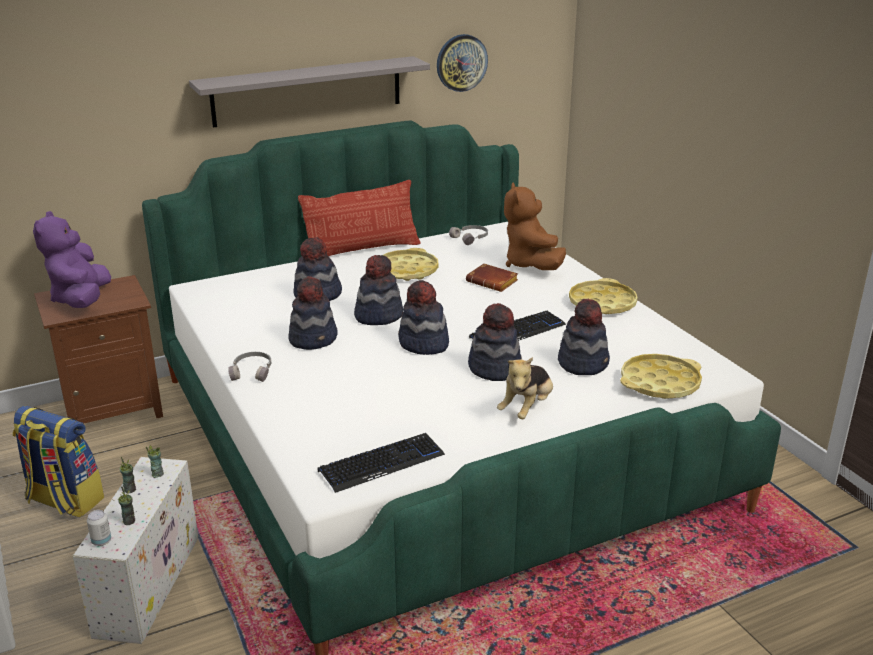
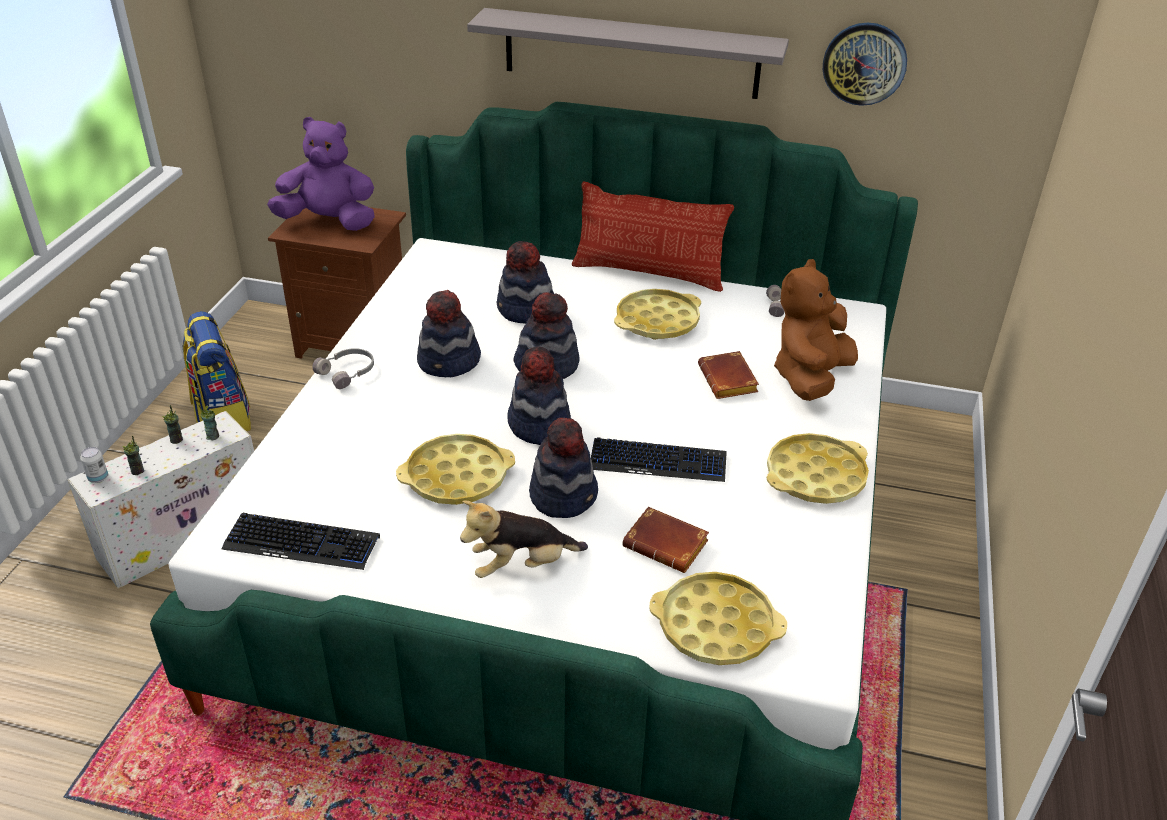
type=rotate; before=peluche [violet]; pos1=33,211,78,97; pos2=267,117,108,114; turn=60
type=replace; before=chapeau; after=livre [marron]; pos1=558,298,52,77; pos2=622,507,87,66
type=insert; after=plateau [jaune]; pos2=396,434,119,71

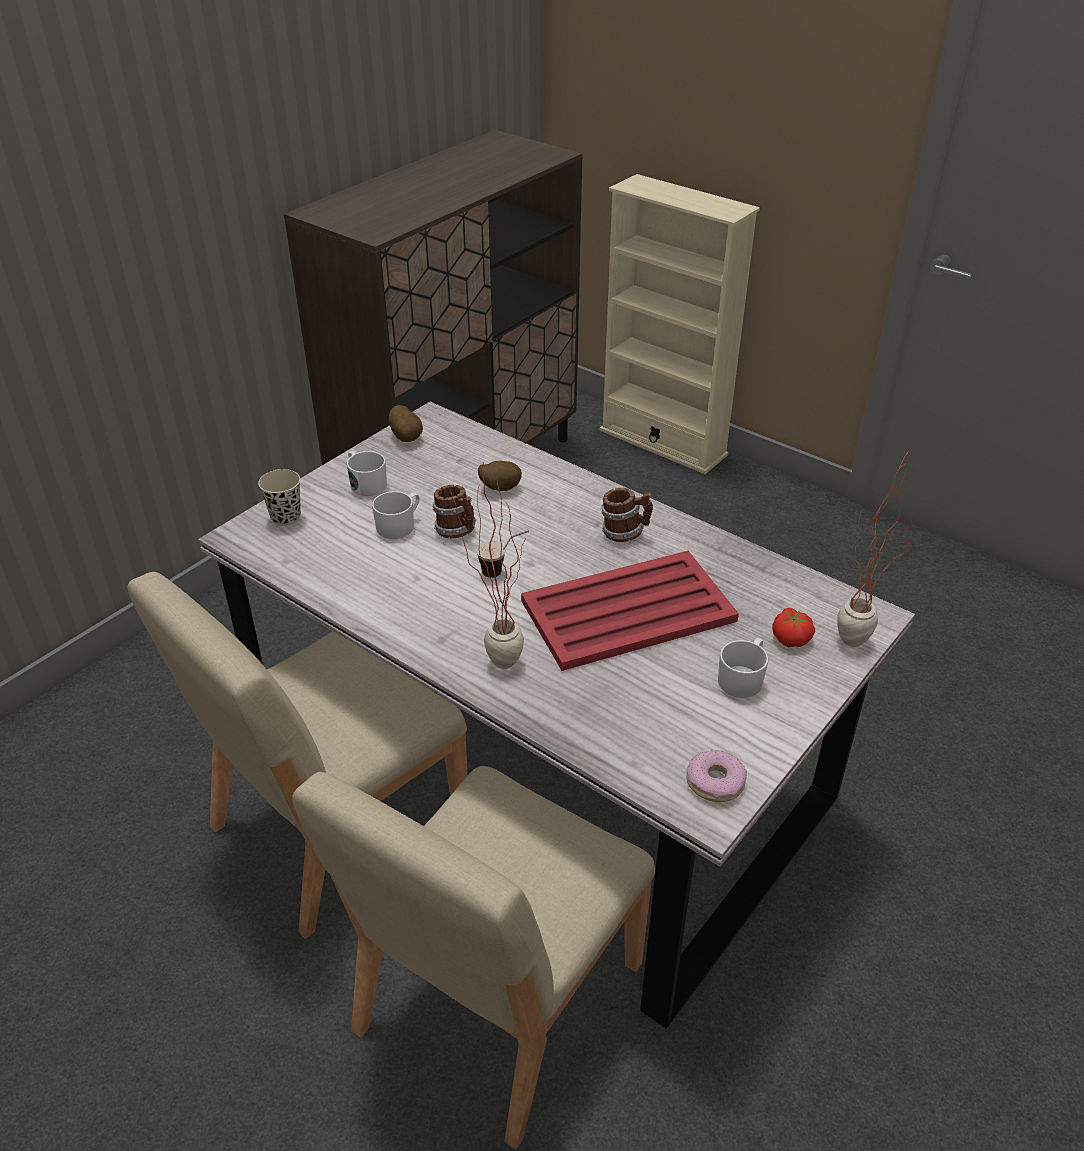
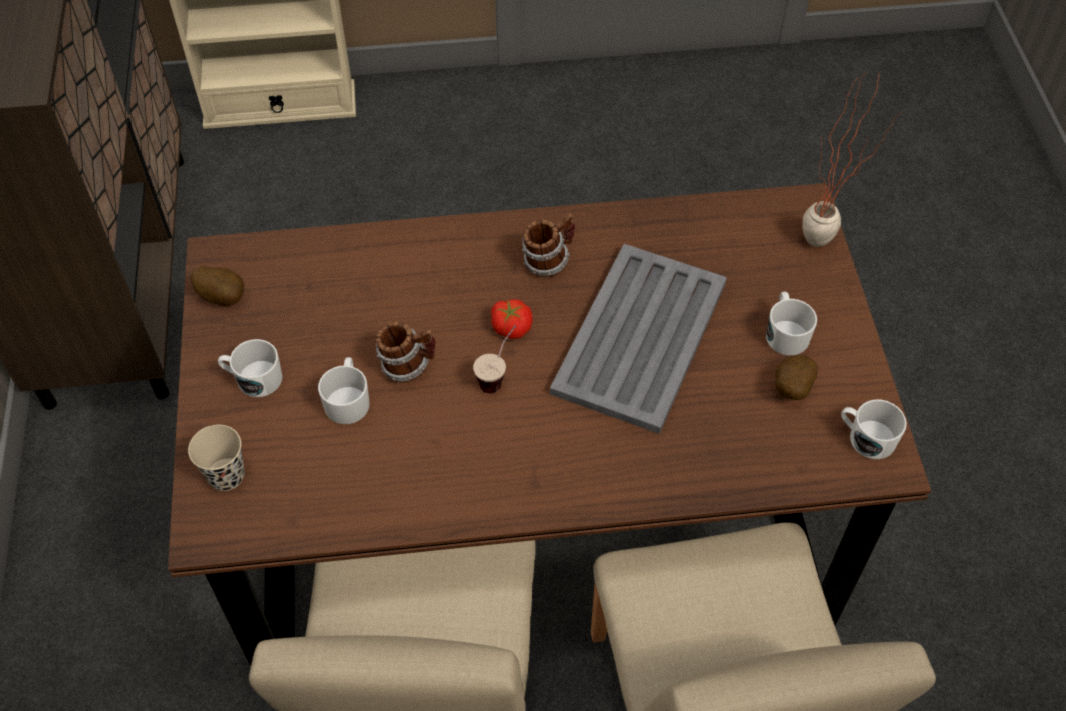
type=recolor; before=table à manger [gris]; after=table à manger [marron]; pos1=198,402,717,627; pos2=168,183,763,483
type=delete; before=plante en pot; pos1=450,464,76,205
type=move; before=pomme de terre; pos1=478,461,44,30; pos2=775,355,43,45
type=recolor; before=plateau [rouge]; after=plateau [gris]; pos1=521,551,218,120; pos2=550,244,177,190
type=replace; before=beignet; after=mug [blanc]; pos1=686,749,61,53; pos2=841,400,66,59
type=move; before=tomate; pos1=773,608,42,39; pos2=491,299,41,40

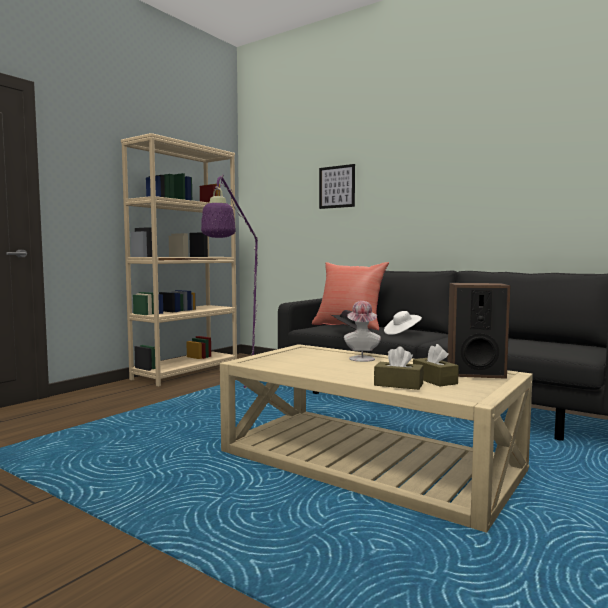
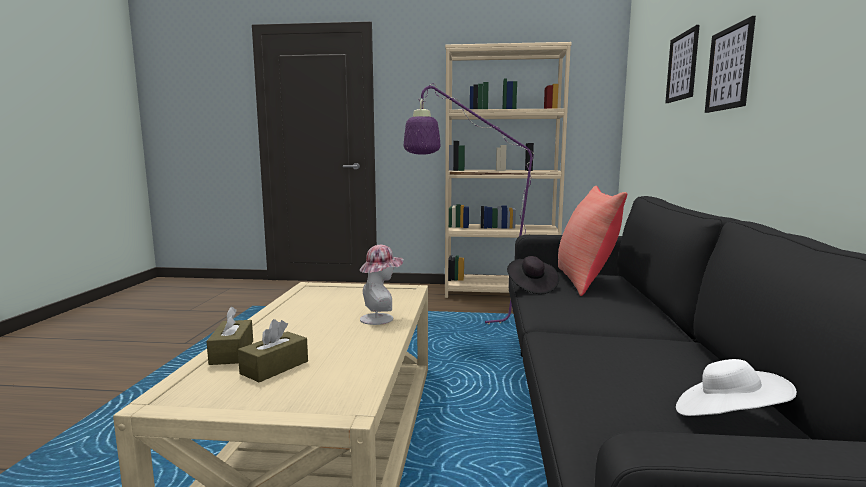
type=move; before=chapeau [blanc]; pos1=384,311,38,24; pos2=676,359,121,57
type=delete; before=enceinte; pos1=447,283,63,96
type=insert; after=tableau; pos2=705,16,51,97

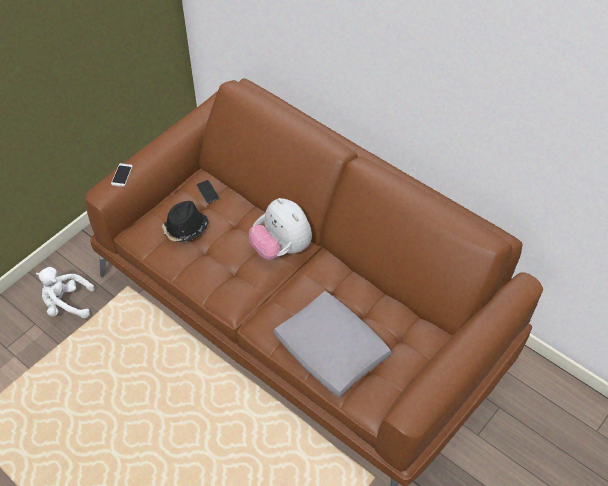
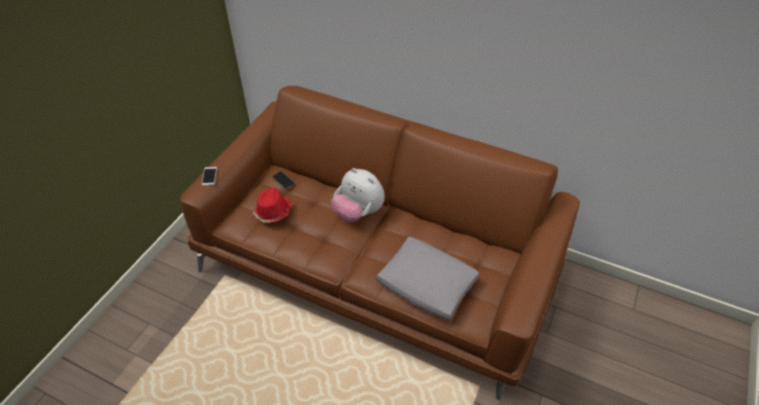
type=delete; before=peluche [blanc]; pos1=36,267,59,51
type=recolor; before=chapeau [noir]; after=chapeau [rouge]; pos1=162,201,47,41; pos2=253,187,39,36

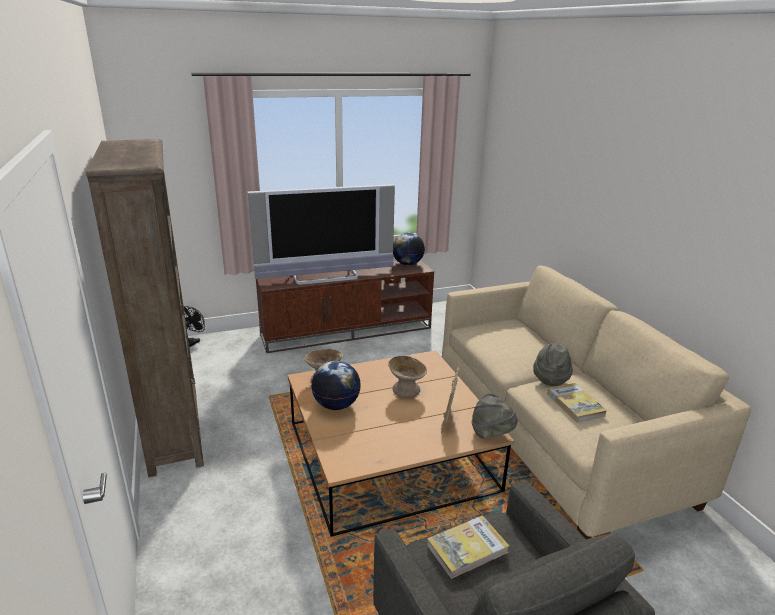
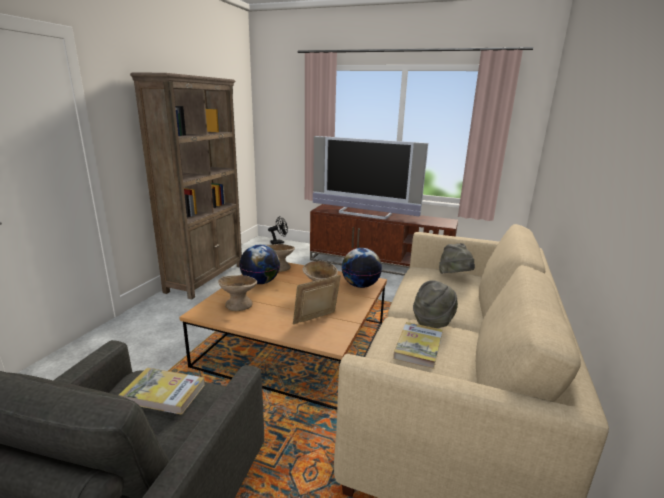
type=move; before=globe; pos1=393,232,32,33; pos2=342,248,40,40
type=move; before=chapeau [gris]; pos1=471,393,47,45; pos2=439,243,36,31
type=insert; after=bol [beige]; pos2=218,275,39,36

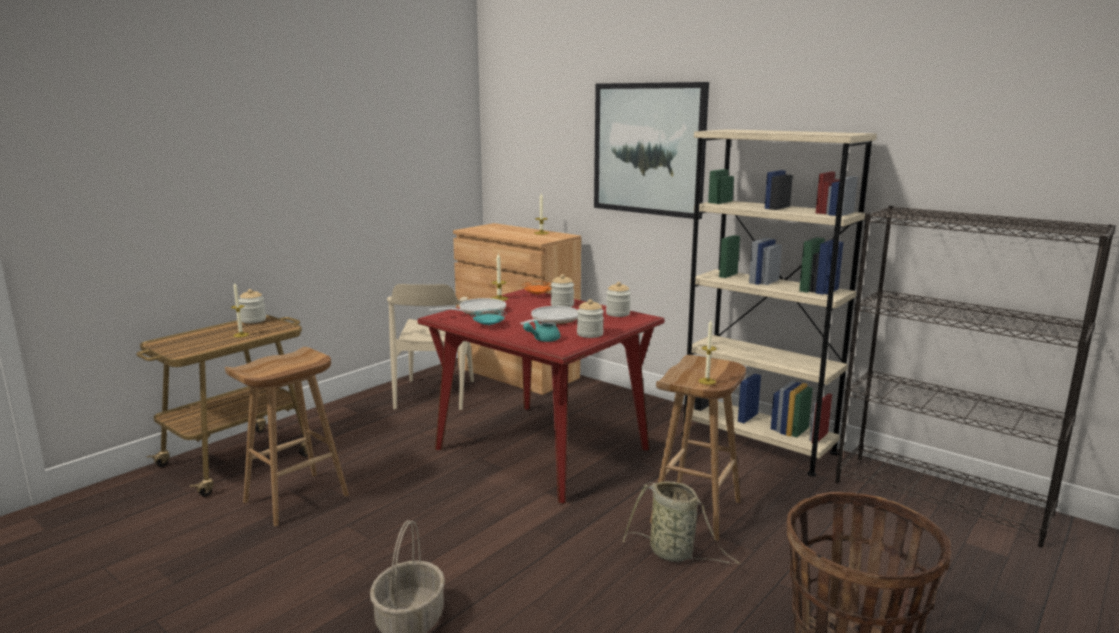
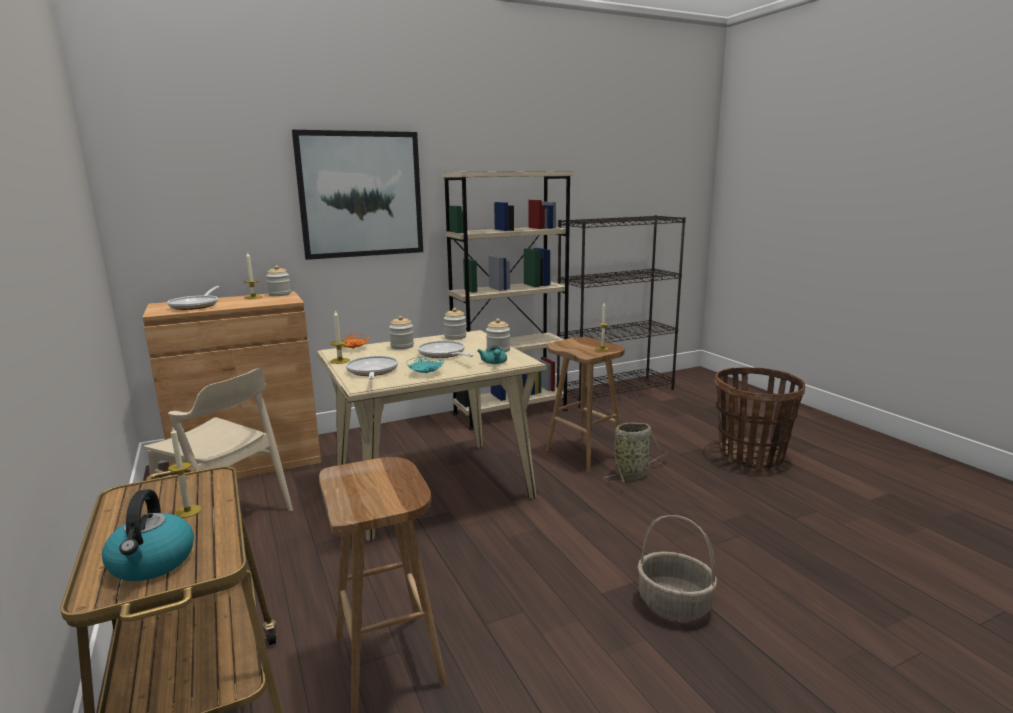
type=move; before=bocal; pos1=239,289,27,34; pos2=266,265,25,31
type=recolor; before=table à manger [rouge]; after=table à manger [beige]; pos1=418,289,246,214; pos2=317,330,230,211
type=insert; after=bouilloire; pos2=102,489,92,92
type=insert; after=poêle; pos2=167,286,52,24

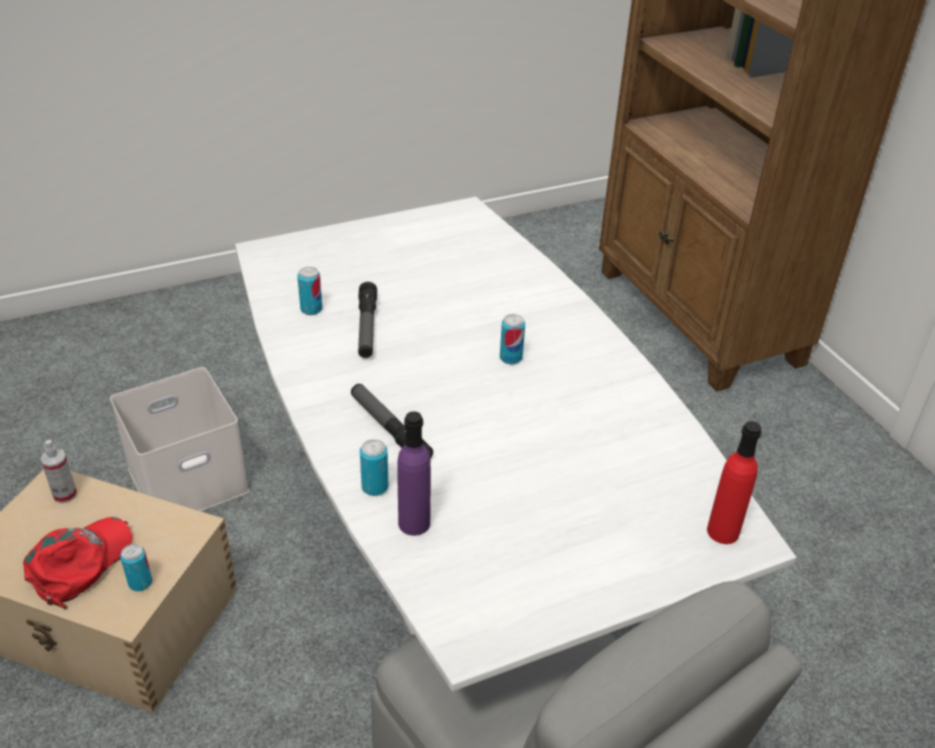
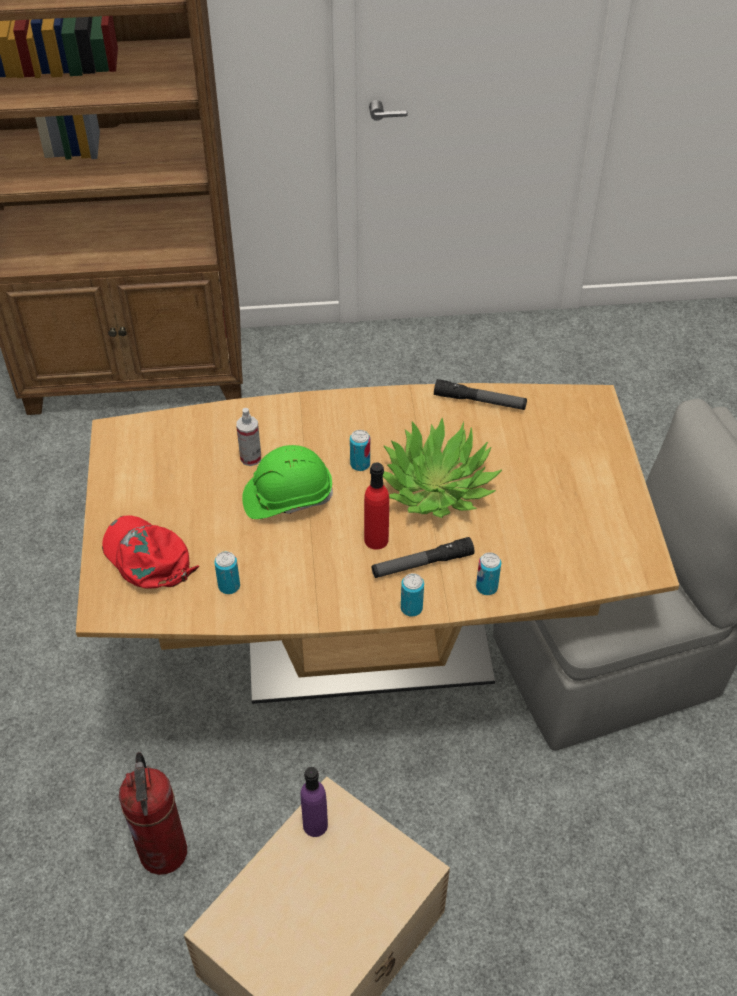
type=move; before=casquette [rouge]; pos1=23,517,109,92; pos2=102,516,97,73
type=move; before=vaporisateur; pos1=40,439,37,65; pos2=236,408,25,58
type=replace; before=boîte de rangement [blanc]; after=extincteur; pos1=110,367,139,144; pos2=119,752,68,123
type=move; before=boîte métallique; pos1=120,544,32,47; pos2=401,573,23,44
type=recolor; before=table à manger [blanc]; after=table à manger [marron]; pos1=235,197,561,494; pos2=76,383,603,321
type=move; before=lampe de poche; pos1=358,282,19,76; pos2=434,379,93,31
type=move; before=bouteille [violet]; pos1=397,411,34,125; pos2=300,767,28,70
type=move; before=bouteille [rouge]; pos1=707,421,55,123; pos2=364,462,25,88
type=insert; after=casque de chantier [vert]; pos2=242,445,91,74
type=insert; after=plante en pot; pos2=383,417,119,101

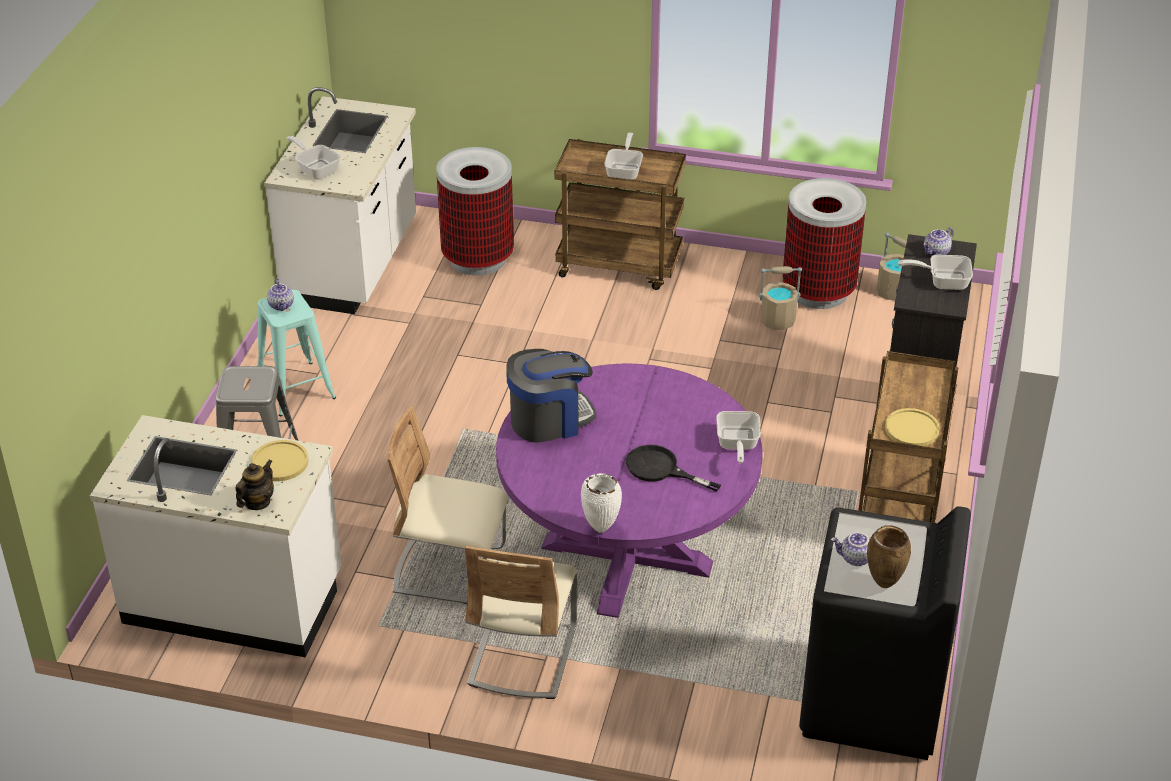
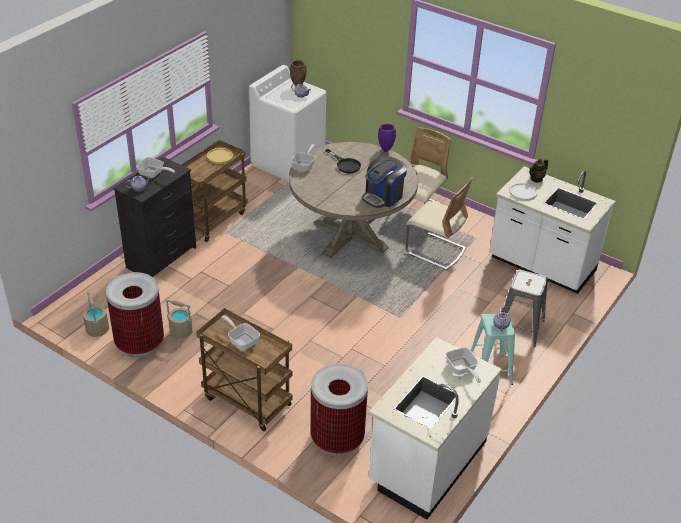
type=recolor; before=assiette [jaune]; after=assiette [blanc]; pos1=251,440,58,41; pos2=509,183,28,18
type=recolor; before=table à manger [violet]; after=table à manger [beige]; pos1=496,364,267,254; pos2=289,142,129,116
type=rotate; before=machine à café; pos1=506,349,90,94; pos2=362,156,45,52; turn=-45
type=recolor; before=vase [blanc]; after=vase [violet]; pos1=581,473,41,60; pos2=378,124,18,28
type=rotate; before=poêle; pos1=604,133,39,47; pos2=222,315,38,35; turn=105
type=recolor; before=lave-linge [noir]; after=lave-linge [blanc]; pos1=799,506,172,254; pos2=249,65,77,116

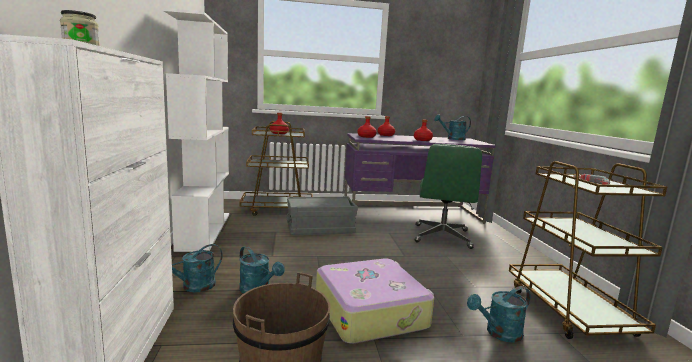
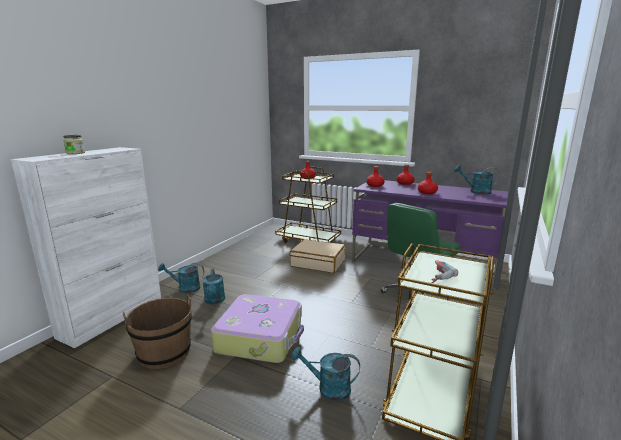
type=delete; before=bibliothèque [blanc]; pos1=163,8,66,244
type=replace; before=boîte de rangement [gris]; after=valise [beige]; pos1=287,196,71,39; pos2=290,239,56,34

